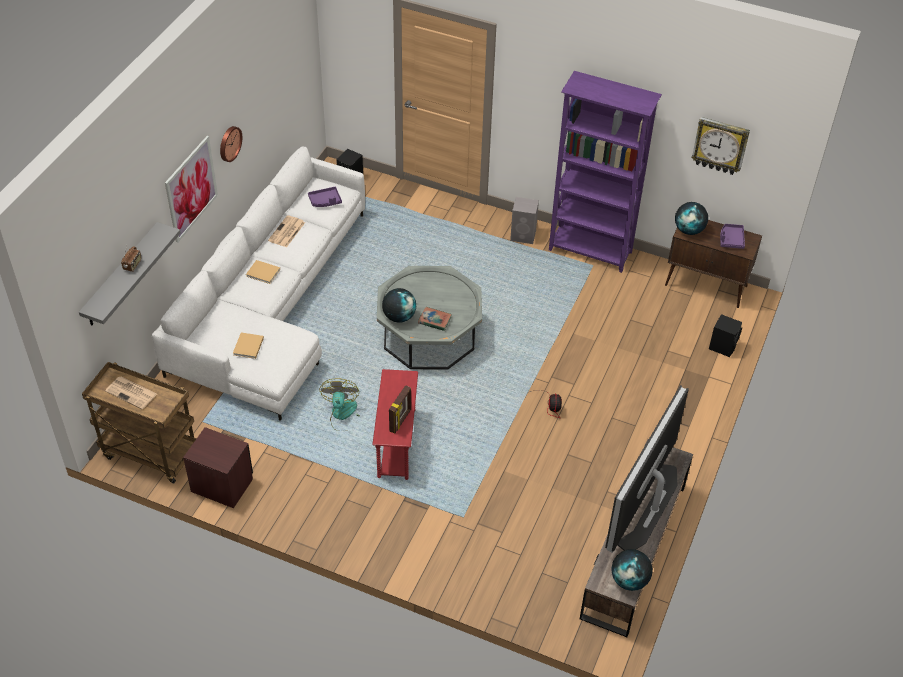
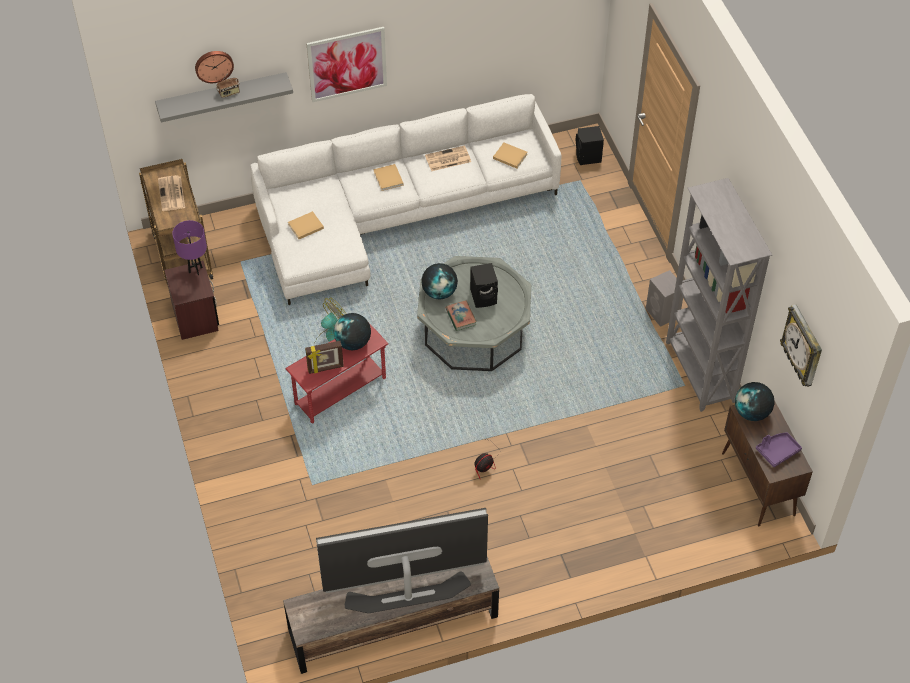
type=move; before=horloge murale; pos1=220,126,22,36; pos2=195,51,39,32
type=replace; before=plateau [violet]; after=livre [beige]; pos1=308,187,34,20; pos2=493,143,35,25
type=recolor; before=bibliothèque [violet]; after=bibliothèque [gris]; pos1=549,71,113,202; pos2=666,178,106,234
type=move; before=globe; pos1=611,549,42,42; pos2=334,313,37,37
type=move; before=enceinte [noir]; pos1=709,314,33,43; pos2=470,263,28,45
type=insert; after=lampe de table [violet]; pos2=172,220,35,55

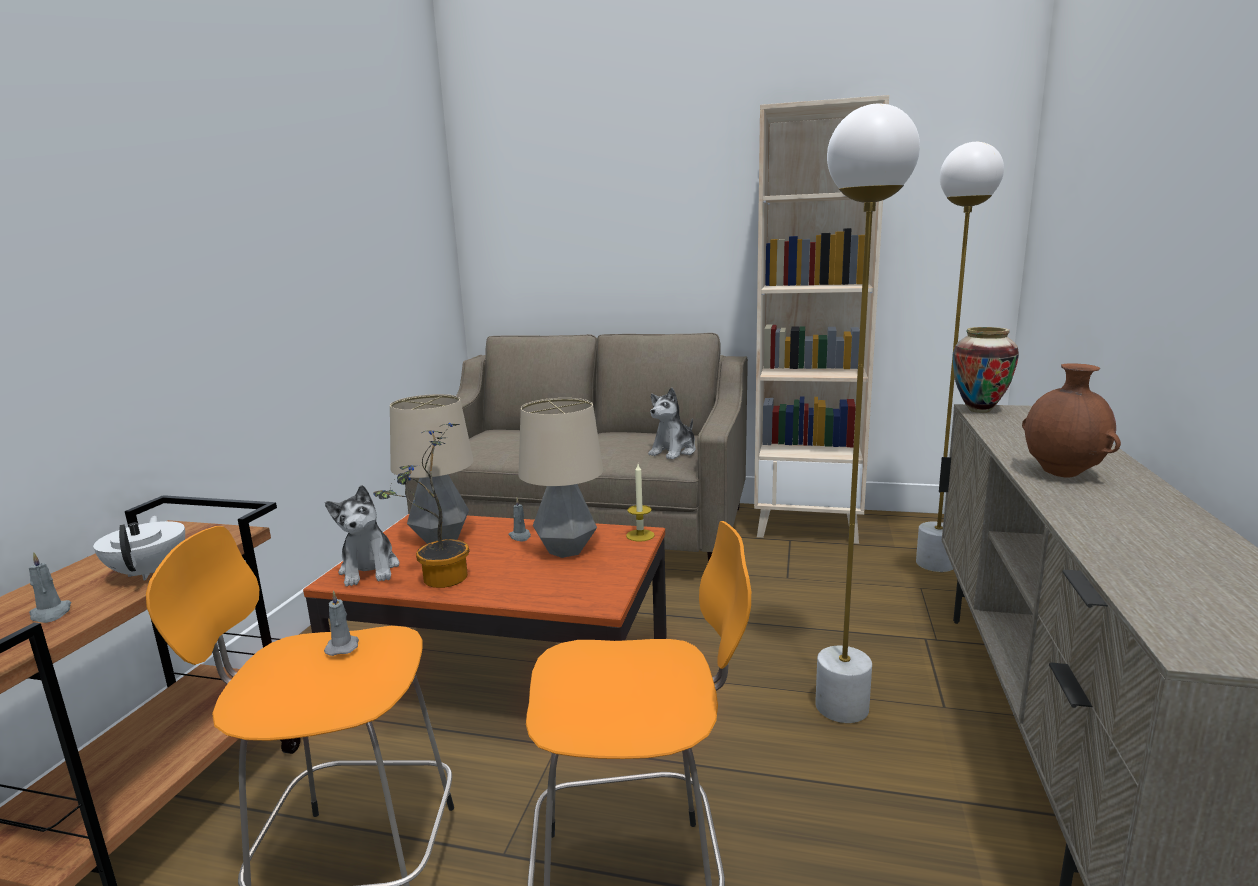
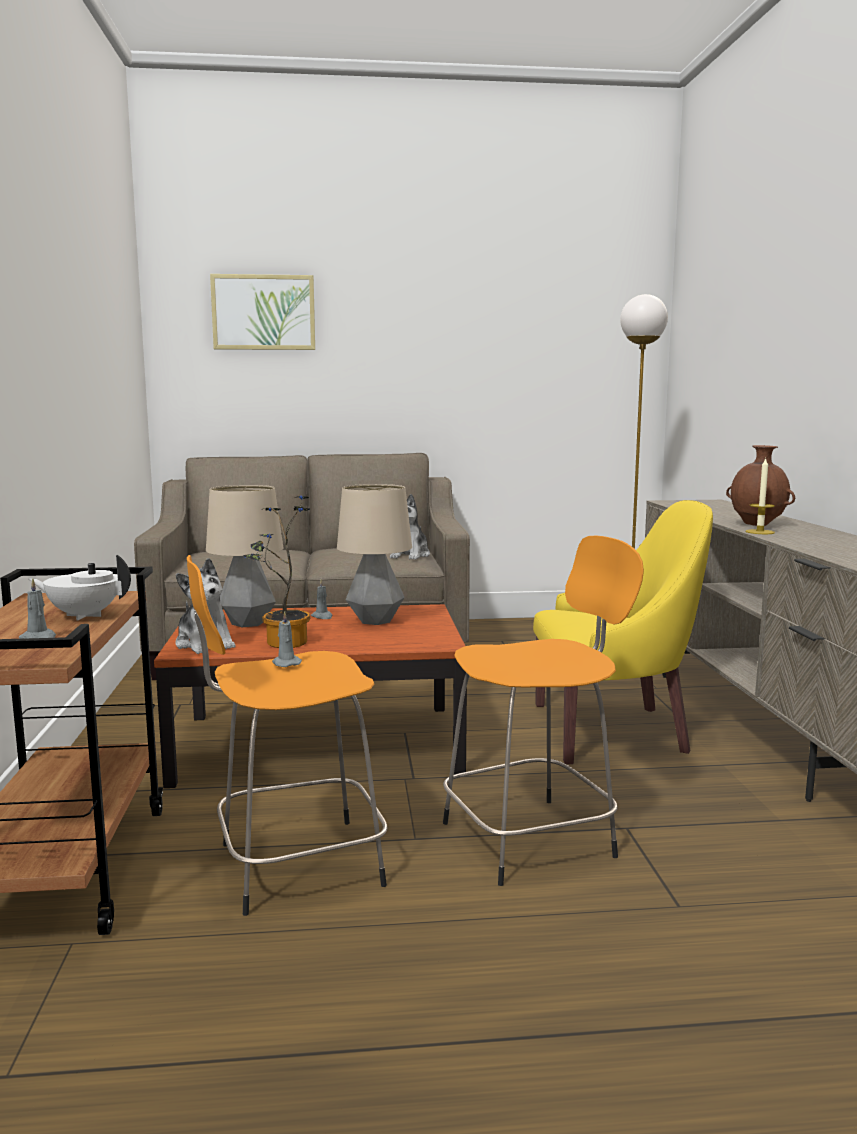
type=rotate; before=théière [blanc]; pos1=93,516,92,65; pos2=29,555,102,65; turn=-45
type=move; before=bougie; pos1=626,464,29,78; pos2=746,458,29,76
type=delete; before=bibliothèque [beige]; pos1=754,95,135,449
type=replace; before=lampadaire [blanc]; after=fauteuil [jaune]; pos1=815,103,105,620; pos2=533,500,180,264
type=delete; before=vase; pos1=953,327,66,86
type=insert; after=tableau; pos2=210,274,105,76

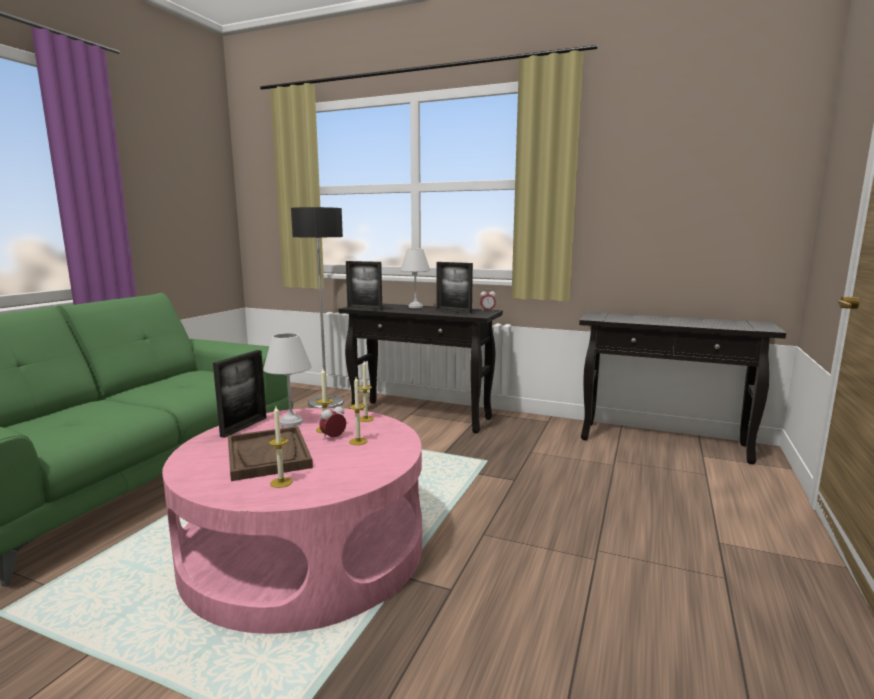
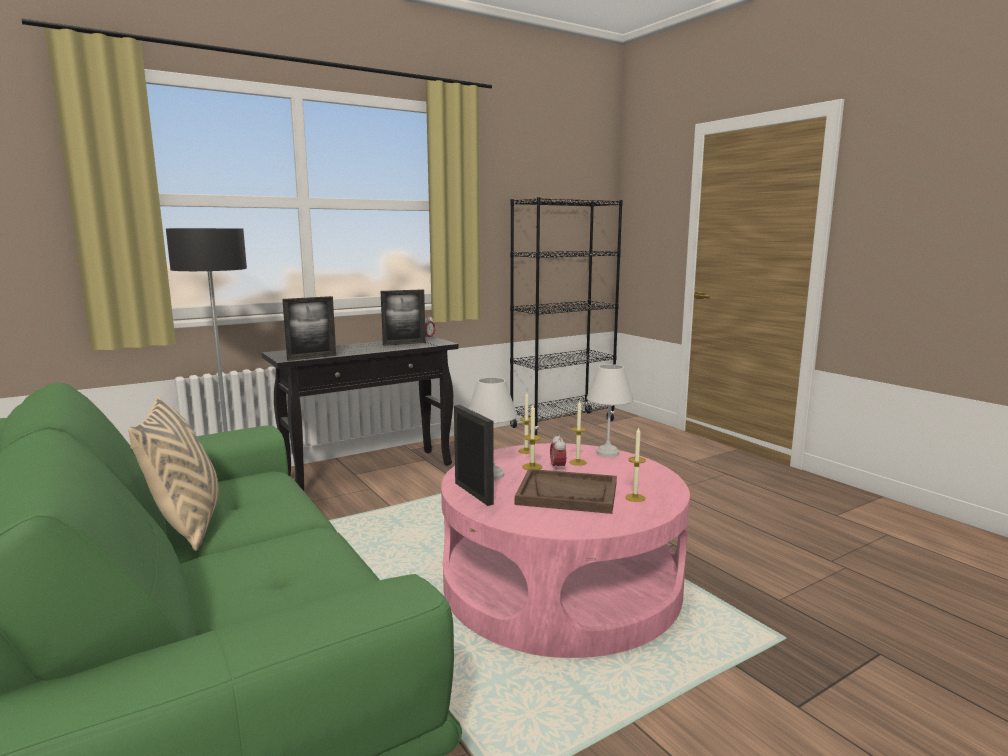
type=move; before=lampe de table [blanc]; pos1=400,249,30,59; pos2=587,364,46,93
type=replace; before=table console [noir]; after=bibliothèque [noir]; pos1=579,312,207,152; pos2=510,197,113,238
type=insert; after=coussin [beige]; pos2=128,396,91,155

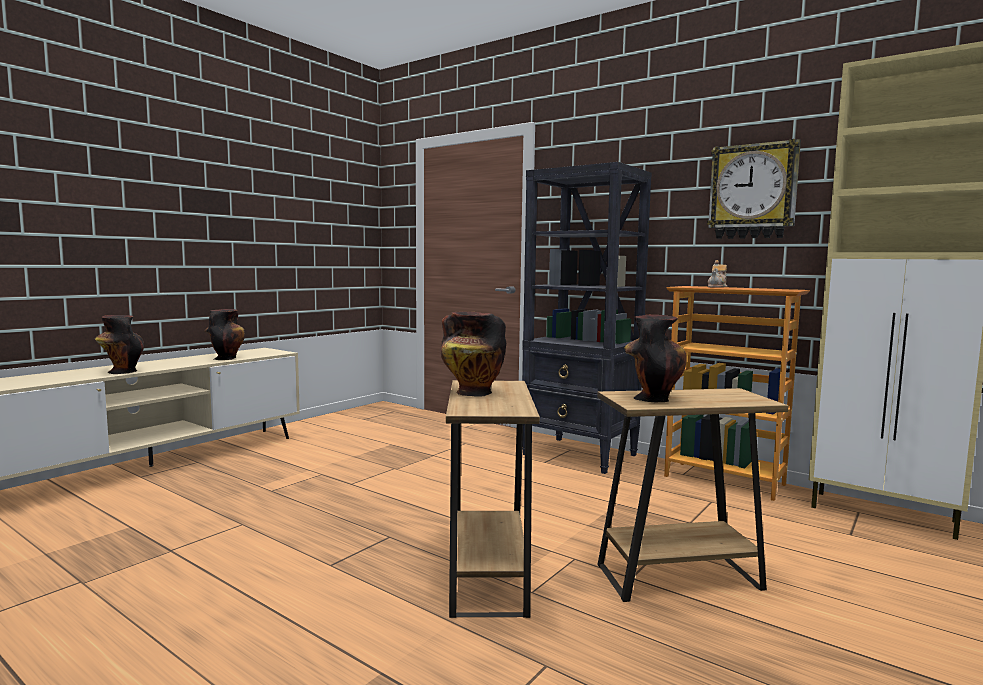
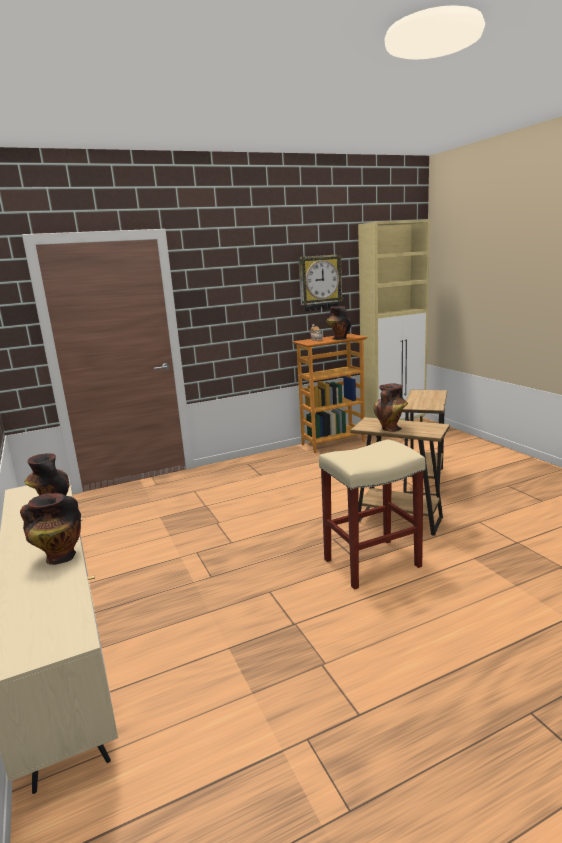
type=delete; before=bibliothèque [noir]; pos1=522,162,130,312
type=move; before=vase; pos1=624,315,63,87; pos2=326,306,26,34
type=insert; after=tabouret [beige]; pos2=319,440,106,150

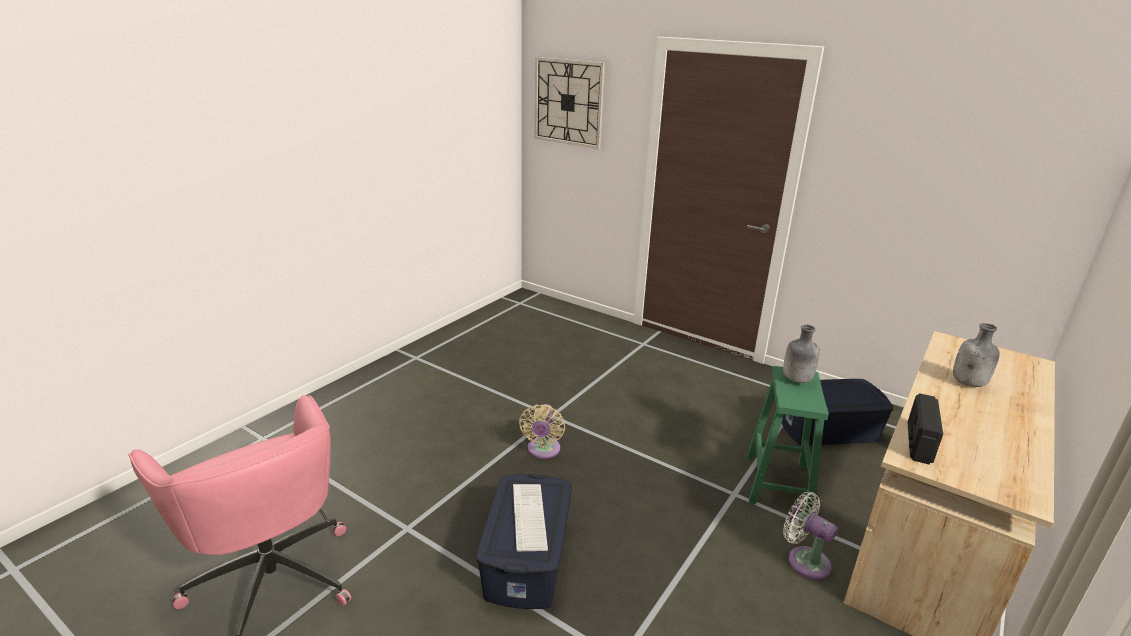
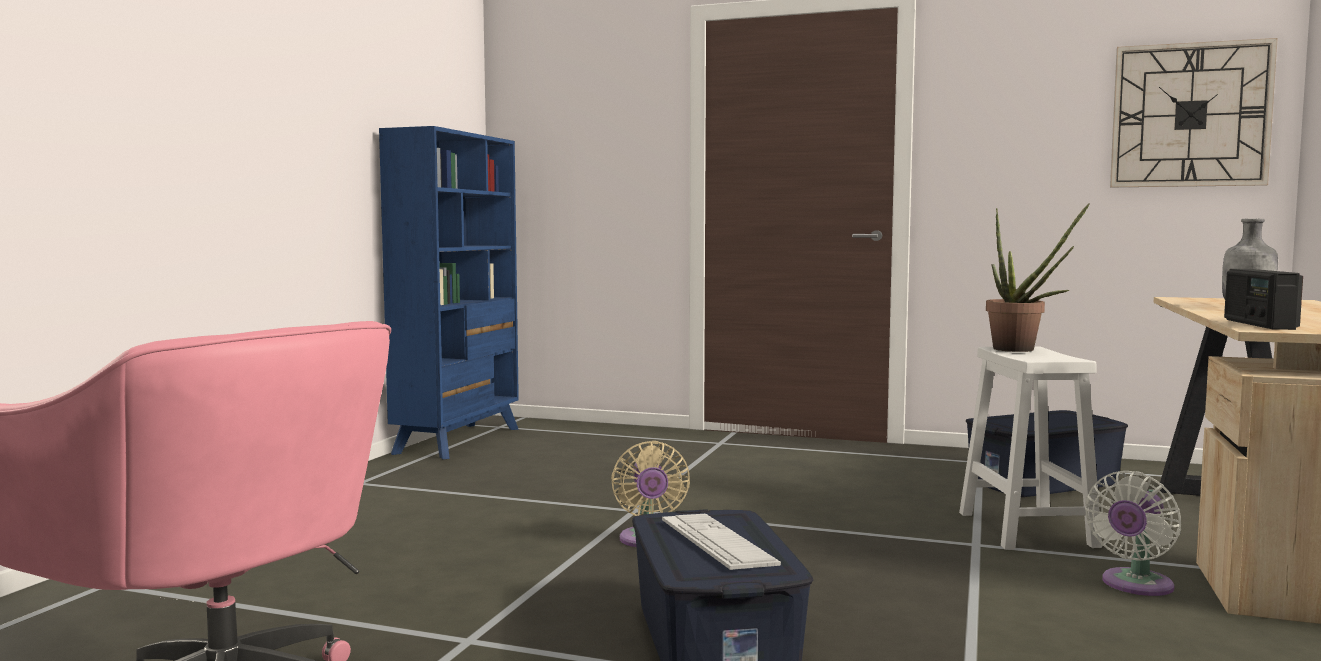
type=move; before=horloge murale; pos1=534,57,71,92; pos2=1110,38,168,149
type=recolor; before=tabouret [vert]; after=tabouret [blanc]; pos1=747,366,81,148; pos2=959,346,143,204
type=replace; before=bouteille [gris]; after=plante en pot; pos1=783,325,37,58; pos2=986,203,104,149
type=rotate; before=ventilateur [blanc]; pos1=783,492,55,88; pos2=1085,471,96,125; turn=-75
type=insert; after=bibliothèque [bleu]; pos2=379,126,140,333

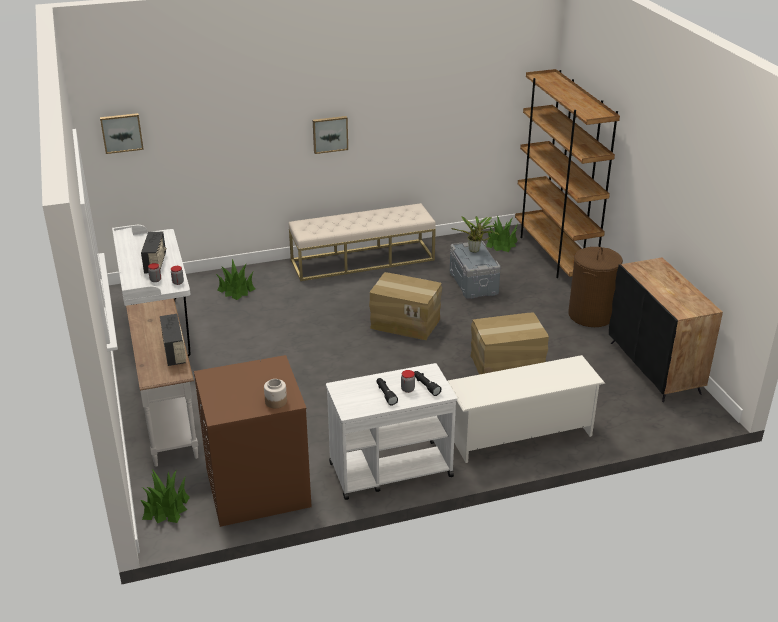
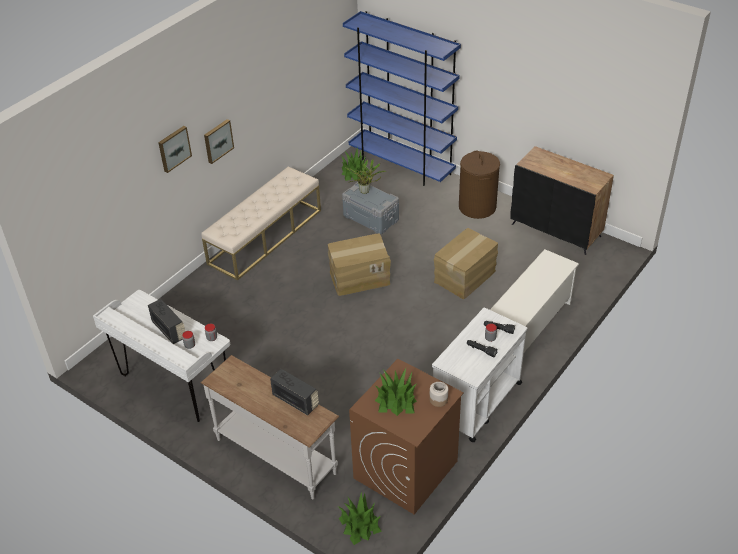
type=move; before=tableau; pos1=100,113,44,41; pos2=158,126,34,47
type=move; before=plante en pot; pos1=215,259,40,41; pos2=375,368,42,48
type=recolor; before=bibliothèque [marron]; after=bibliothèque [bleu]; pos1=515,69,105,209; pos2=343,11,118,175

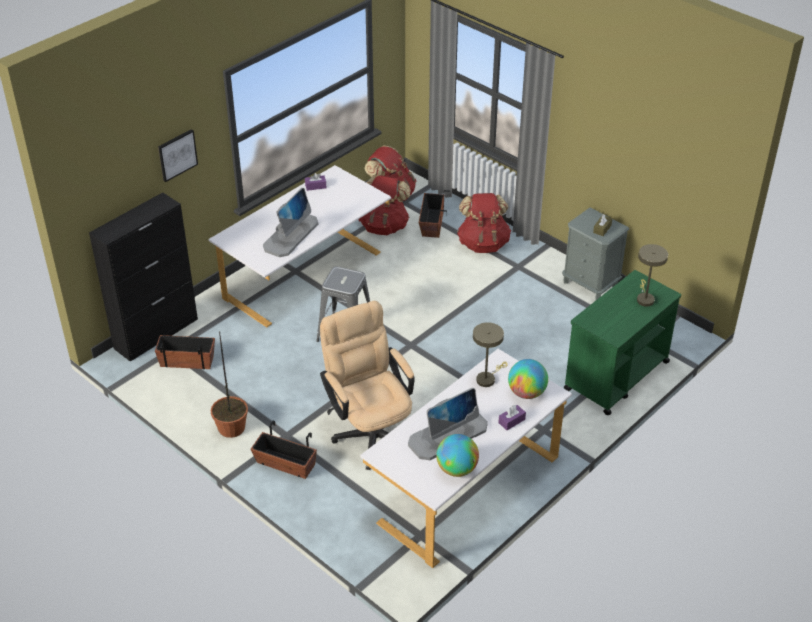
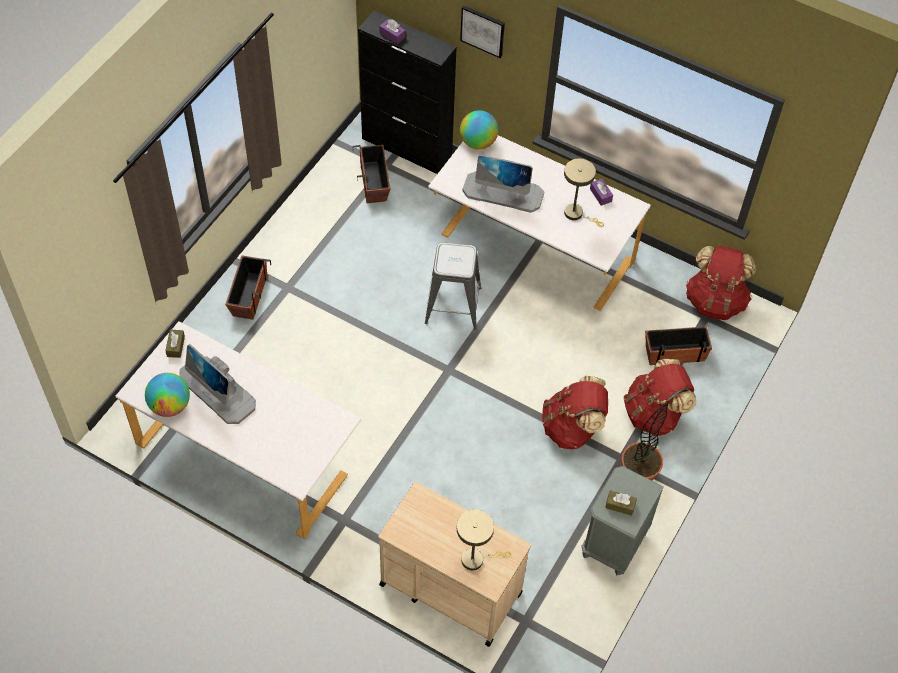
type=move; before=plante en pot; pos1=210,331,38,107; pos2=622,401,47,80
type=delete; before=chaise de bureau [beige]; pos1=320,301,95,169
type=move; before=sac à dos [rouge]; pos1=358,175,53,60; pos2=542,376,66,73
type=move; before=lampe de table [beige]; pos1=473,322,34,65; pos2=564,159,40,68
type=move; before=boîte à mouchoirs [violet]; pos1=498,405,28,25; pos2=379,19,26,25
type=move; before=globe; pos1=508,359,40,40; pos2=460,110,38,40
type=recolor; before=chariot [vert]; after=chariot [beige]; pos1=564,270,117,145; pos2=378,482,153,165
type=insert; after=boîte à mouchoirs [marron]; pos2=165,330,20,28

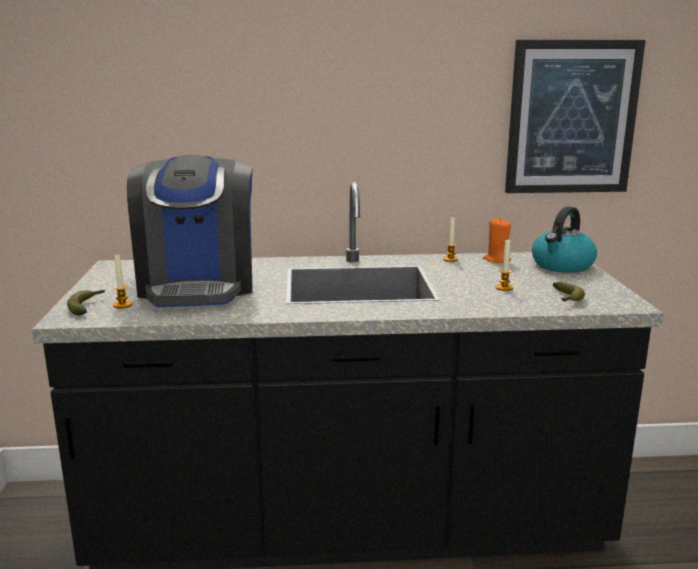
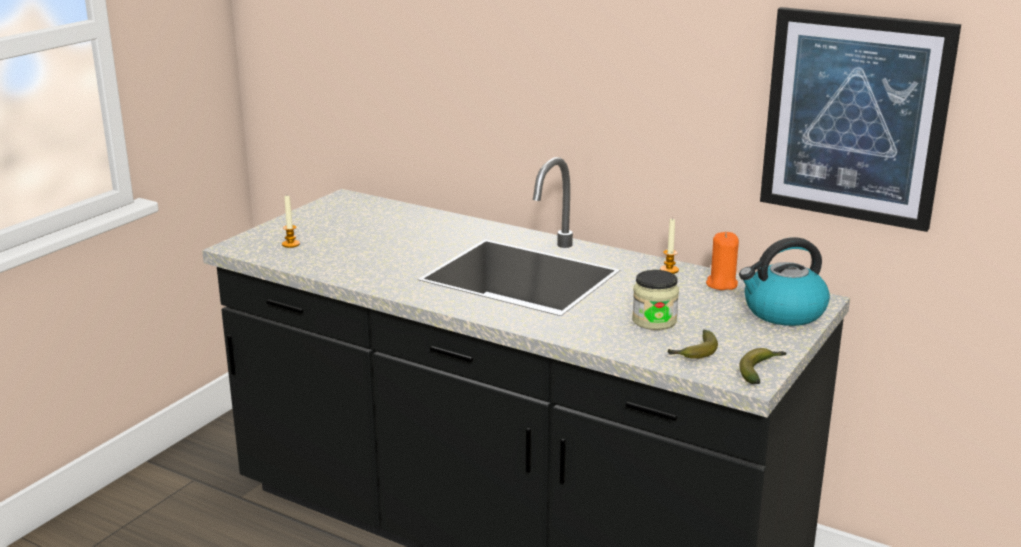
type=move; before=banane; pos1=67,290,38,25; pos2=739,348,47,36
type=delete; before=machine à café; pos1=127,155,125,152
type=replace; before=bougie; after=bocal; pos1=496,240,17,51; pos2=632,270,47,60

